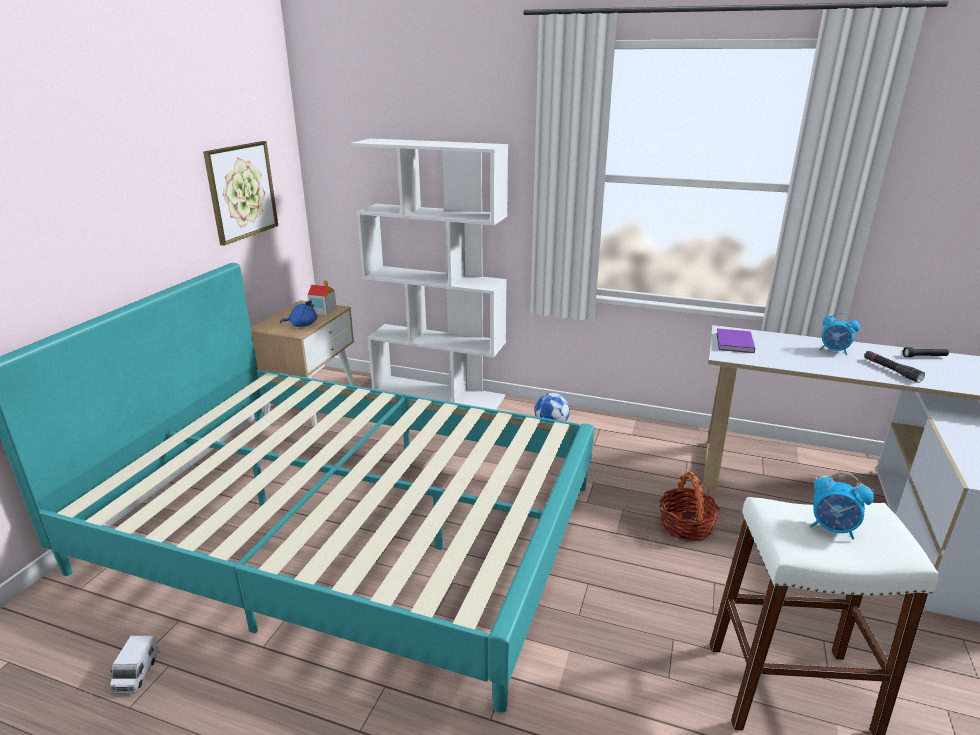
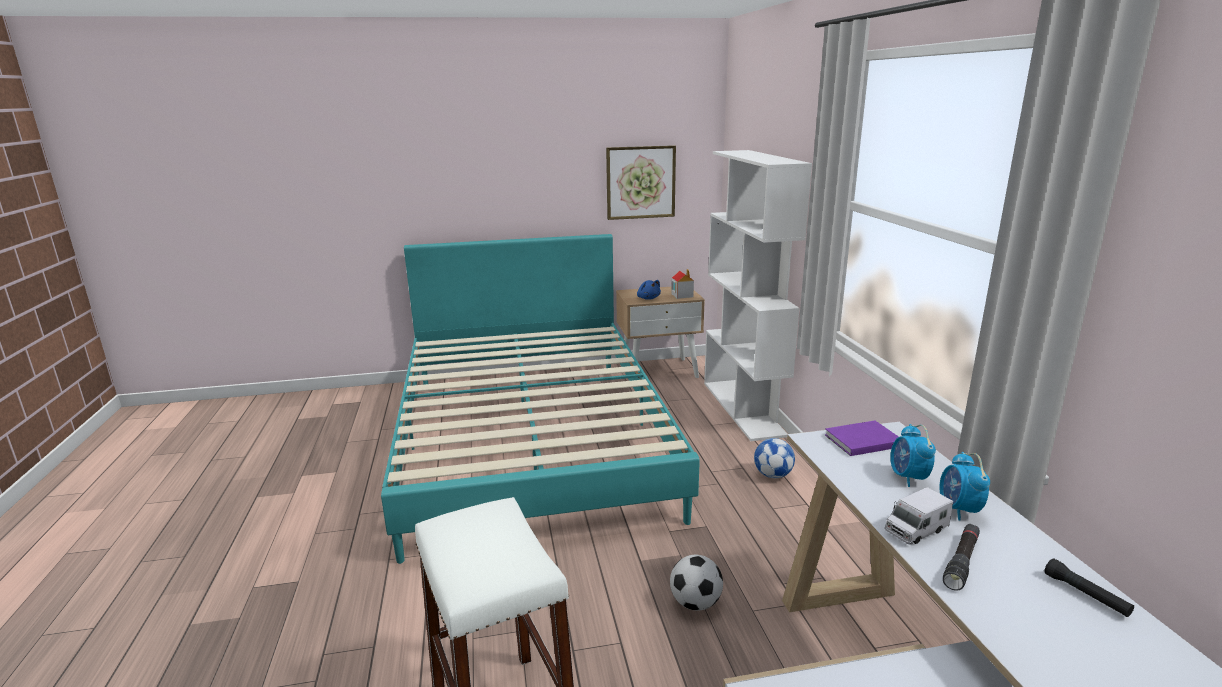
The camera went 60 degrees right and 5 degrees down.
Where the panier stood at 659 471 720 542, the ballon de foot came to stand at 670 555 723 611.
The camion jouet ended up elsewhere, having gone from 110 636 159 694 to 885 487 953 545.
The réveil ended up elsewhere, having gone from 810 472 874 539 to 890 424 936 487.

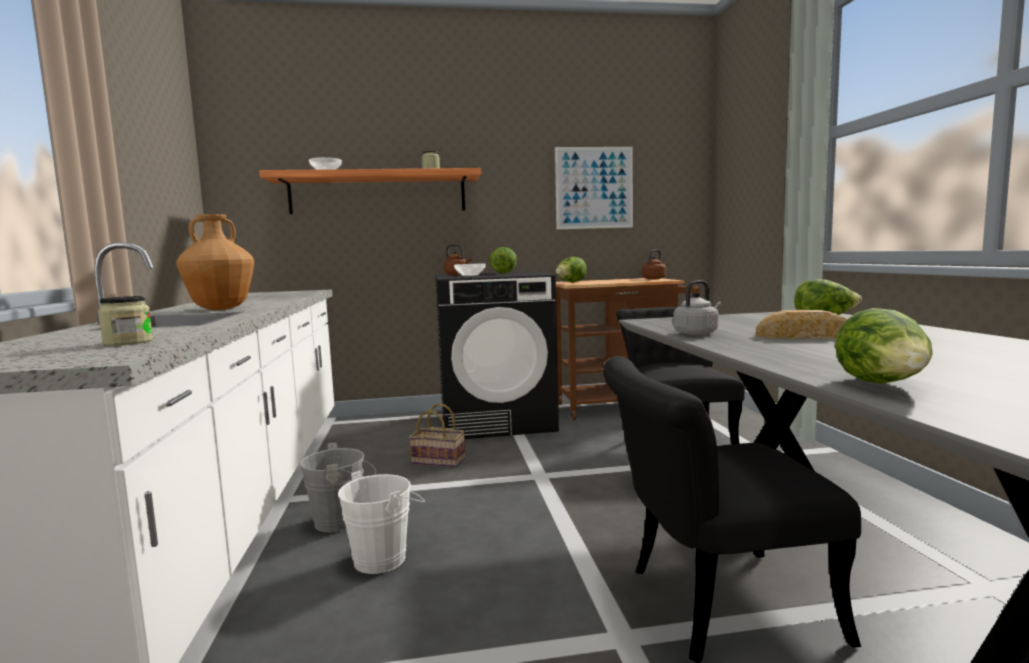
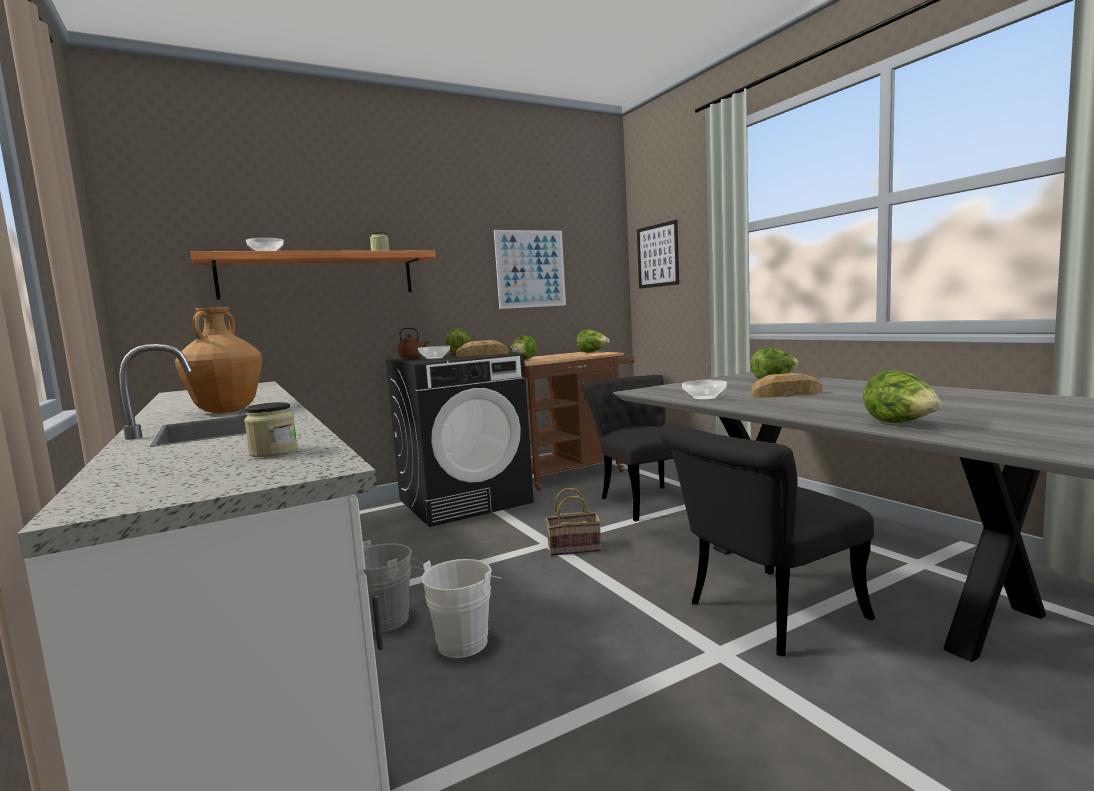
The camera went 20 degrees left and 0 degrees up.
The second view gained the pain at 456 340 508 357.
The panier ended up elsewhere, having gone from 409 403 465 467 to 546 488 601 556.
Where the bouilloire [marron] stood at 642 250 668 279, the laitue came to stand at 577 329 610 353.
The second view gained the tableau at 637 220 679 289.
Where the bouilloire [gris] stood at 673 280 721 335, the bol came to stand at 682 380 727 400.

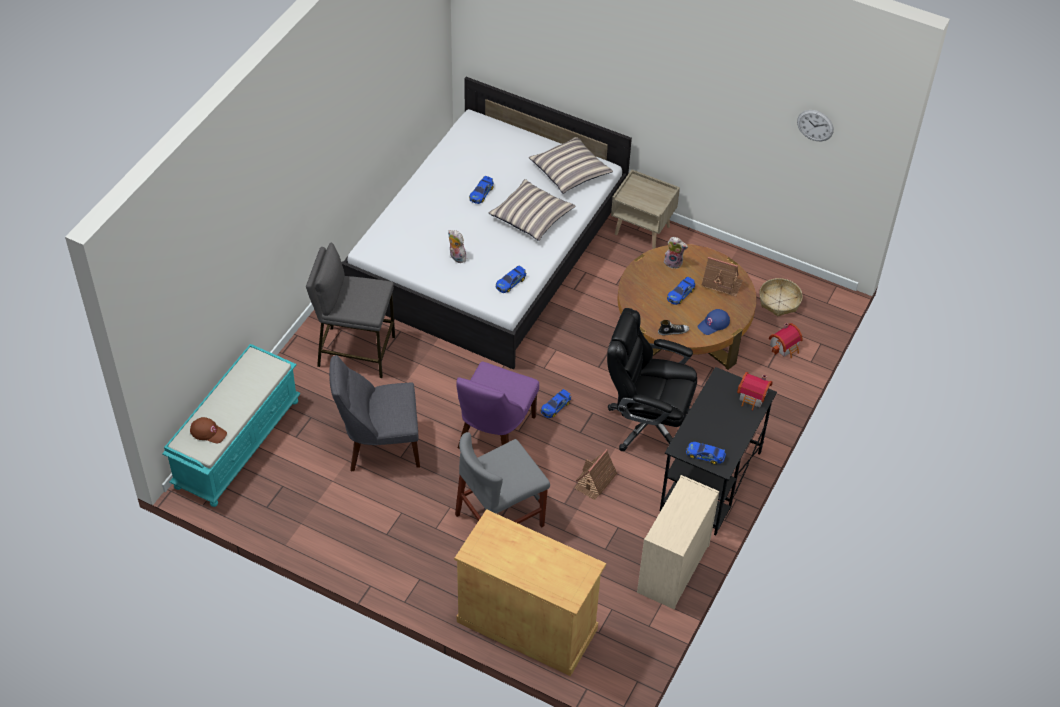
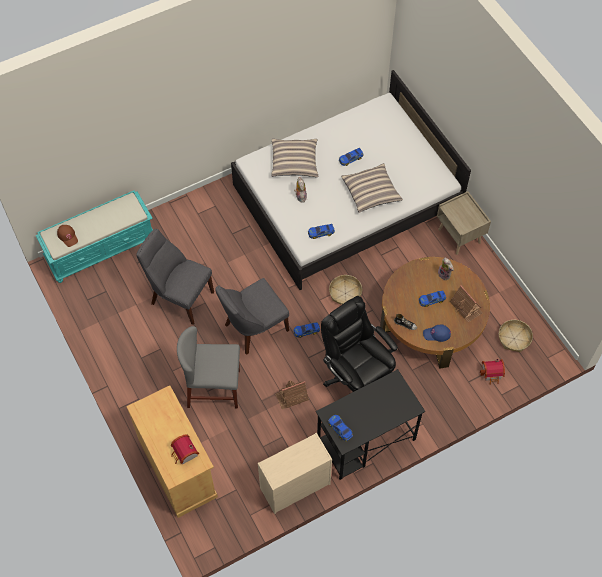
The camera went 35 degrees right and 10 degrees up.
The maison miniature ended up elsewhere, having gone from 737 372 772 410 to 171 434 199 465.
What was the chaise [violet] at 456 362 539 449 turned into the chaise [gris] at 215 278 289 355.
The coussin ended up elsewhere, having gone from 529 137 613 194 to 271 138 318 177.
The second view gained the panier at 329 275 362 305.
The second view lost the tabouret [gris] at 306 243 395 378.
The second view lost the horloge murale at 797 110 834 141.

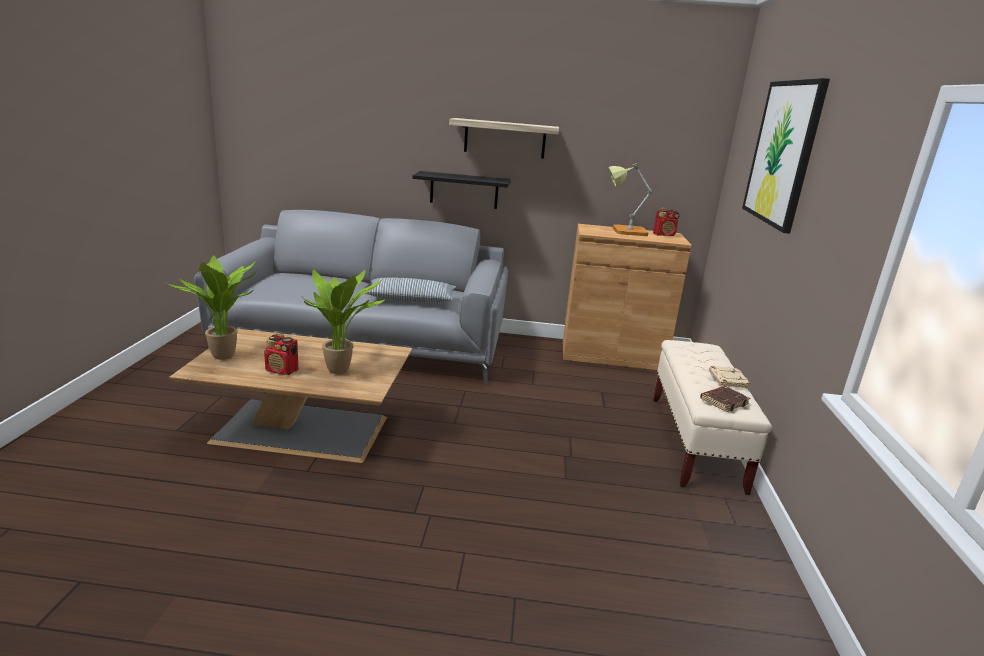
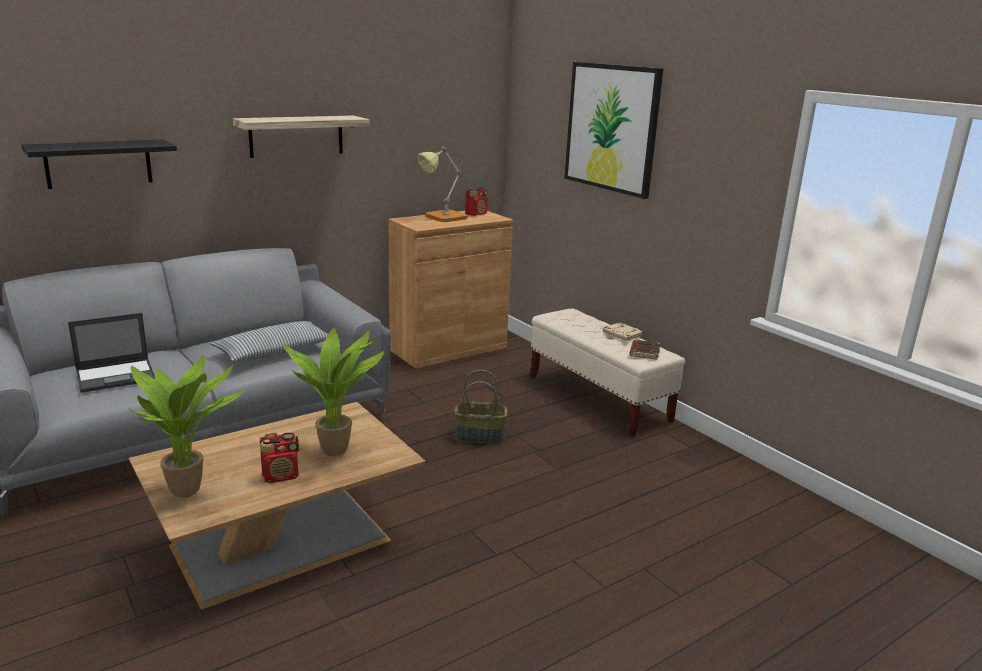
The camera went 40 degrees left and 0 degrees up.
The étagère [noir] ended up elsewhere, having gone from 412 171 511 209 to 21 139 177 189.
The second view gained the ordinateur portable at 68 313 155 393.
The second view gained the panier at 454 370 508 444.

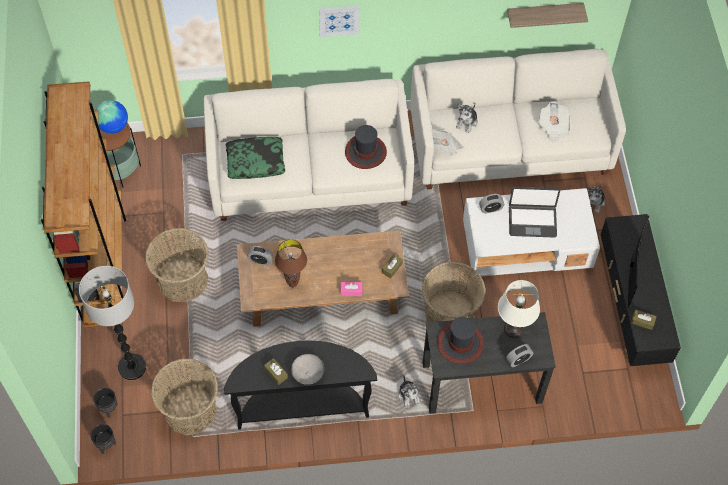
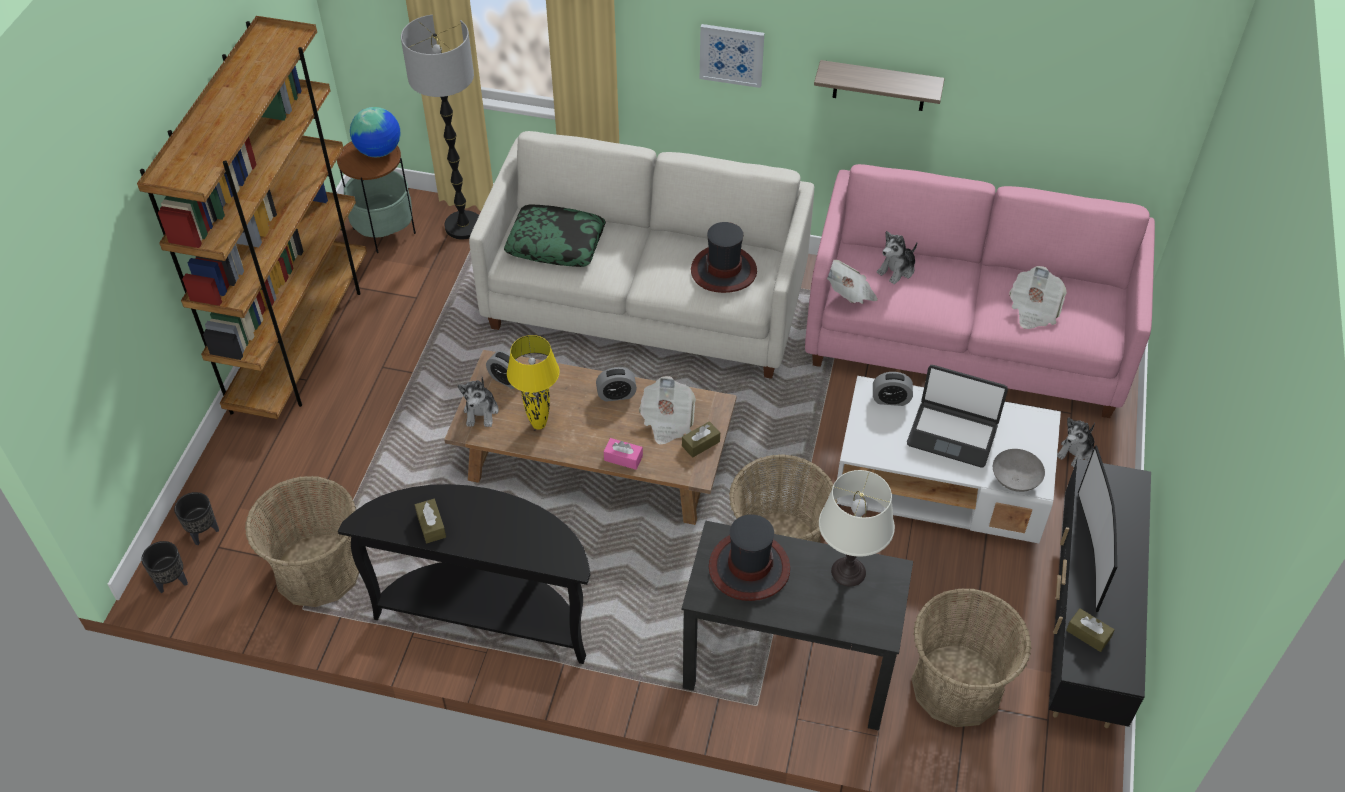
The camera went 20 degrees right and 10 degrees down.
The lampadaire ended up elsewhere, having gone from 79 266 146 380 to 401 15 479 240.
The peluche ended up elsewhere, having gone from 398 375 421 408 to 457 377 499 427.
What was the lampe de table [marron] at 275 239 307 288 turned into the lampe de table [jaune] at 507 335 560 430.
The réveil ended up elsewhere, having gone from 506 344 533 367 to 596 367 637 402.
The second view gained the journal at 639 376 696 445.
What was the canapé [blanc] at 410 49 626 189 turned into the canapé [rose] at 805 164 1155 418.
The étagère ended up elsewhere, having gone from 507 3 588 28 to 814 60 945 111.
The panier ended up elsewhere, having gone from 145 228 209 302 to 911 588 1031 727.
The bol [gris] ended up elsewhere, having gone from 291 354 324 385 to 993 449 1045 492.
The téléviseur at 628 216 649 308 ended up facing another way, 150 degrees clockwise from before.

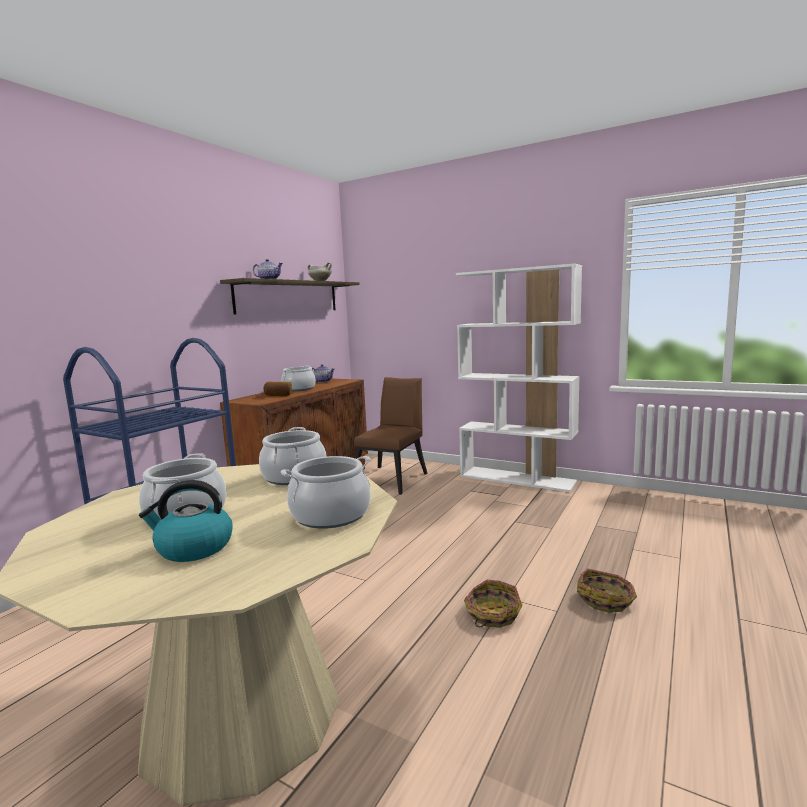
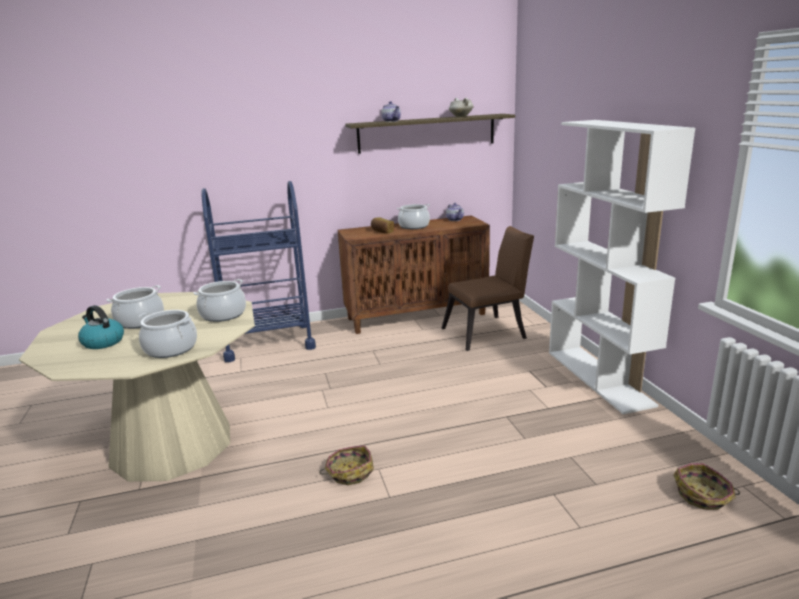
The camera went 45 degrees right and 10 degrees up.
The panier ended up elsewhere, having gone from 577 568 637 613 to 673 463 740 510.

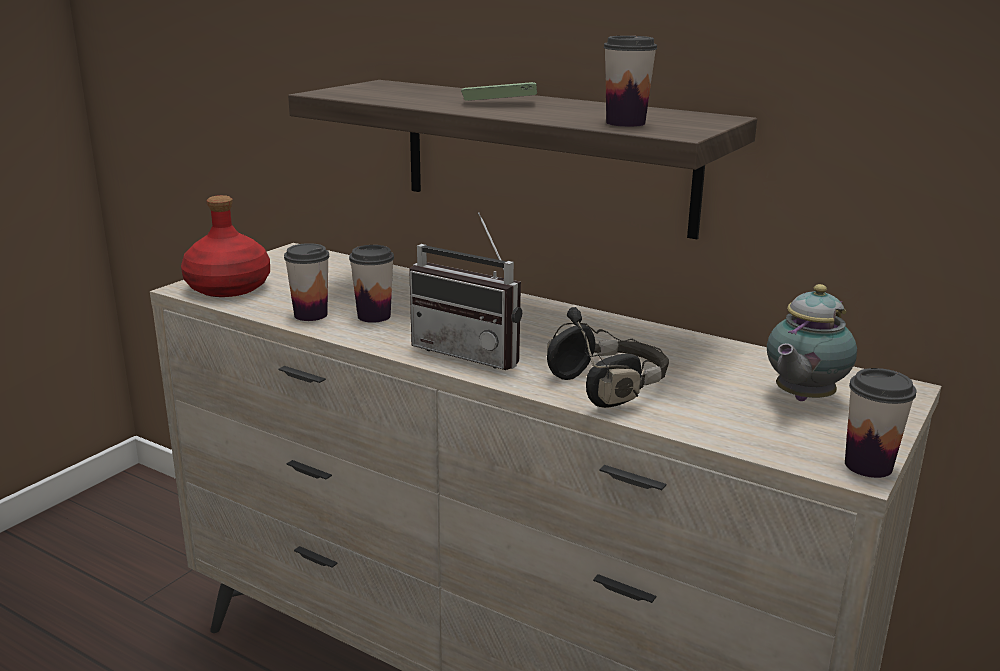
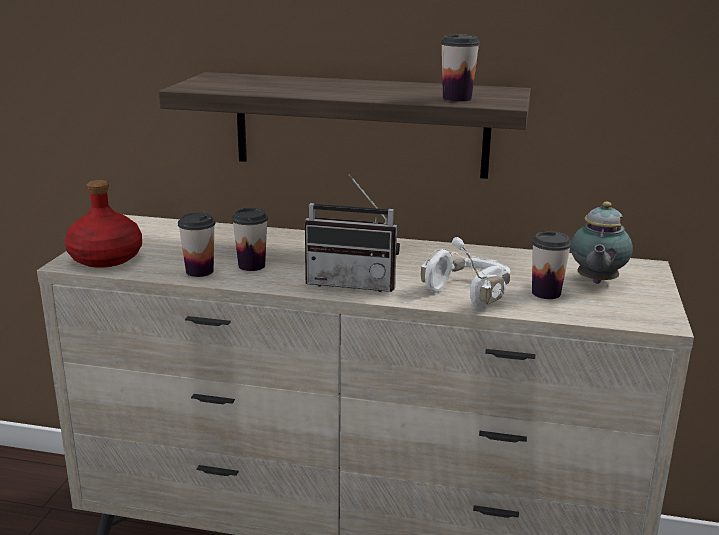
The camera went 20 degrees left and 0 degrees up.
What was the casque audio [noir] at 547 307 669 408 turned into the casque audio [blanc] at 421 237 510 308.
The tasse ended up elsewhere, having gone from 845 368 916 478 to 532 231 572 299.
The second view lost the téléphone at 461 82 537 101.

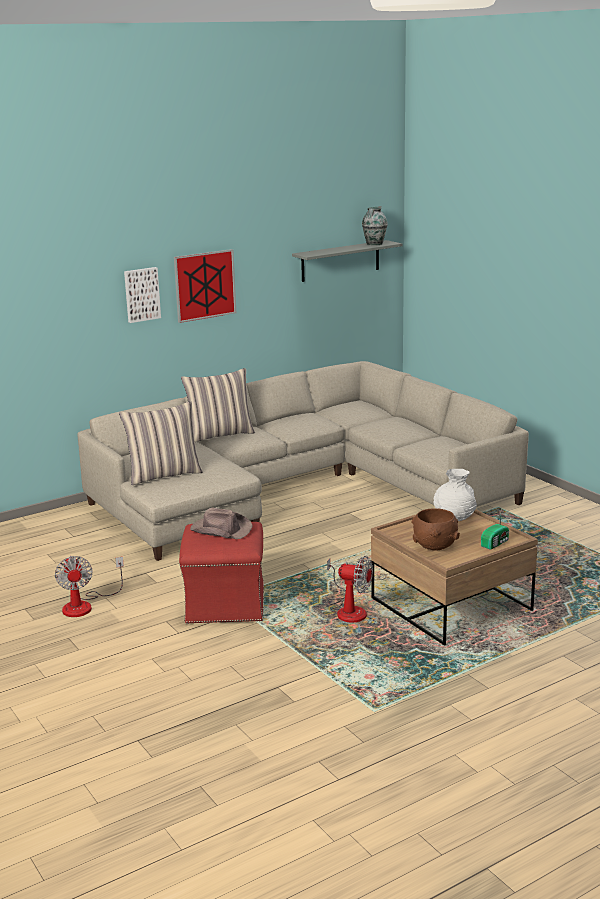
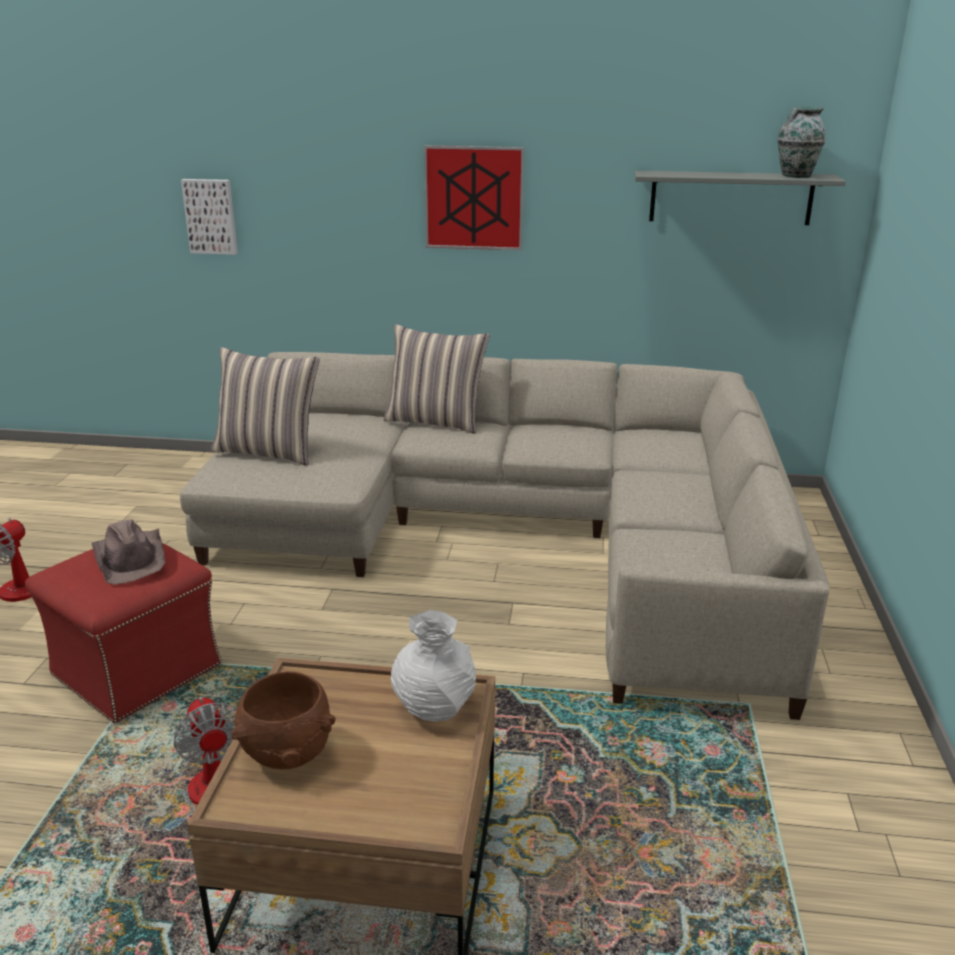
The camera went 40 degrees right and 5 degrees up.
The tableau ended up elsewhere, having gone from 124 267 161 323 to 181 179 238 255.
The second view lost the radio at 481 508 509 550.

